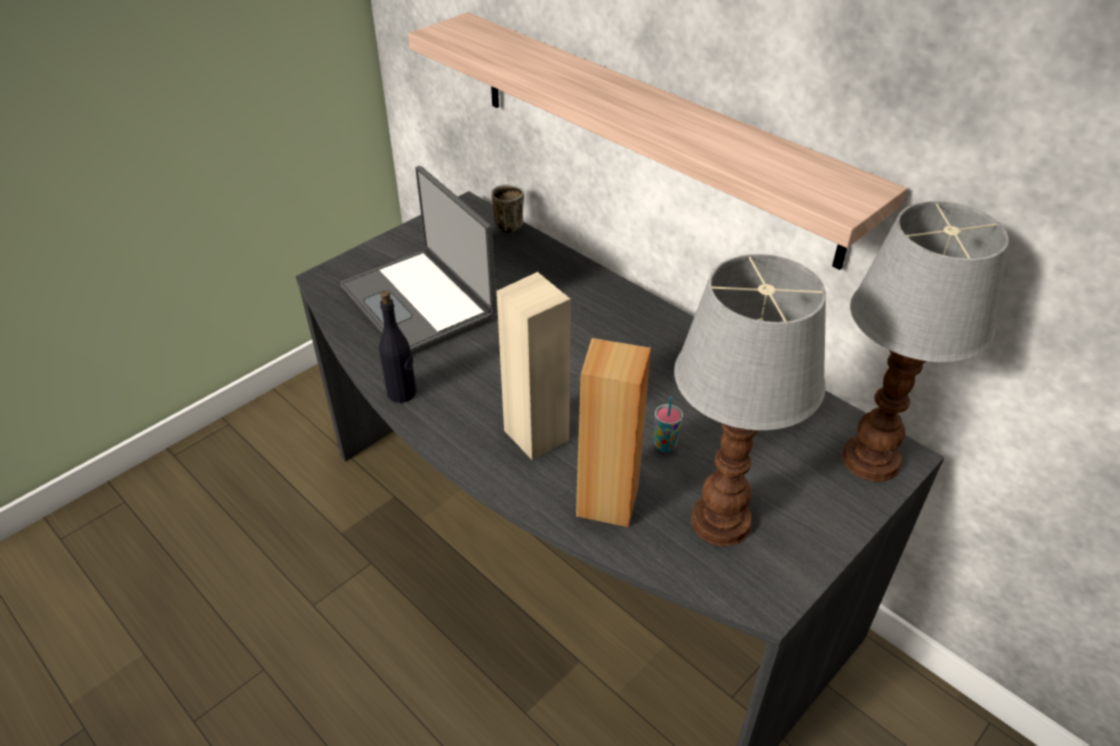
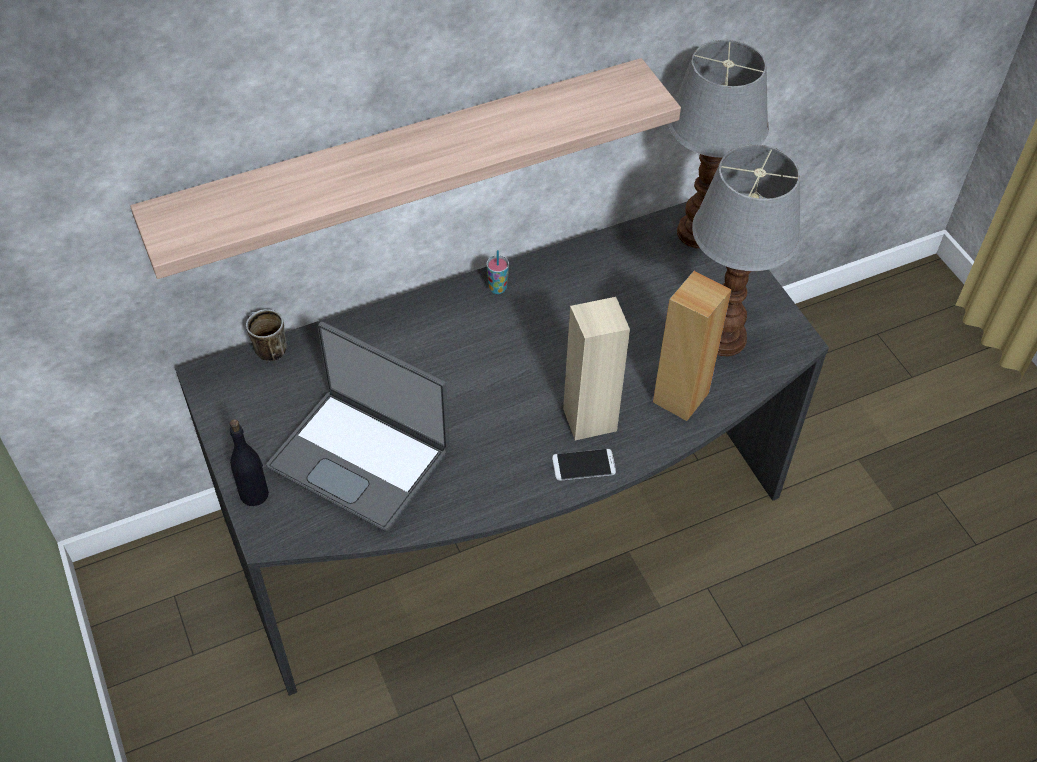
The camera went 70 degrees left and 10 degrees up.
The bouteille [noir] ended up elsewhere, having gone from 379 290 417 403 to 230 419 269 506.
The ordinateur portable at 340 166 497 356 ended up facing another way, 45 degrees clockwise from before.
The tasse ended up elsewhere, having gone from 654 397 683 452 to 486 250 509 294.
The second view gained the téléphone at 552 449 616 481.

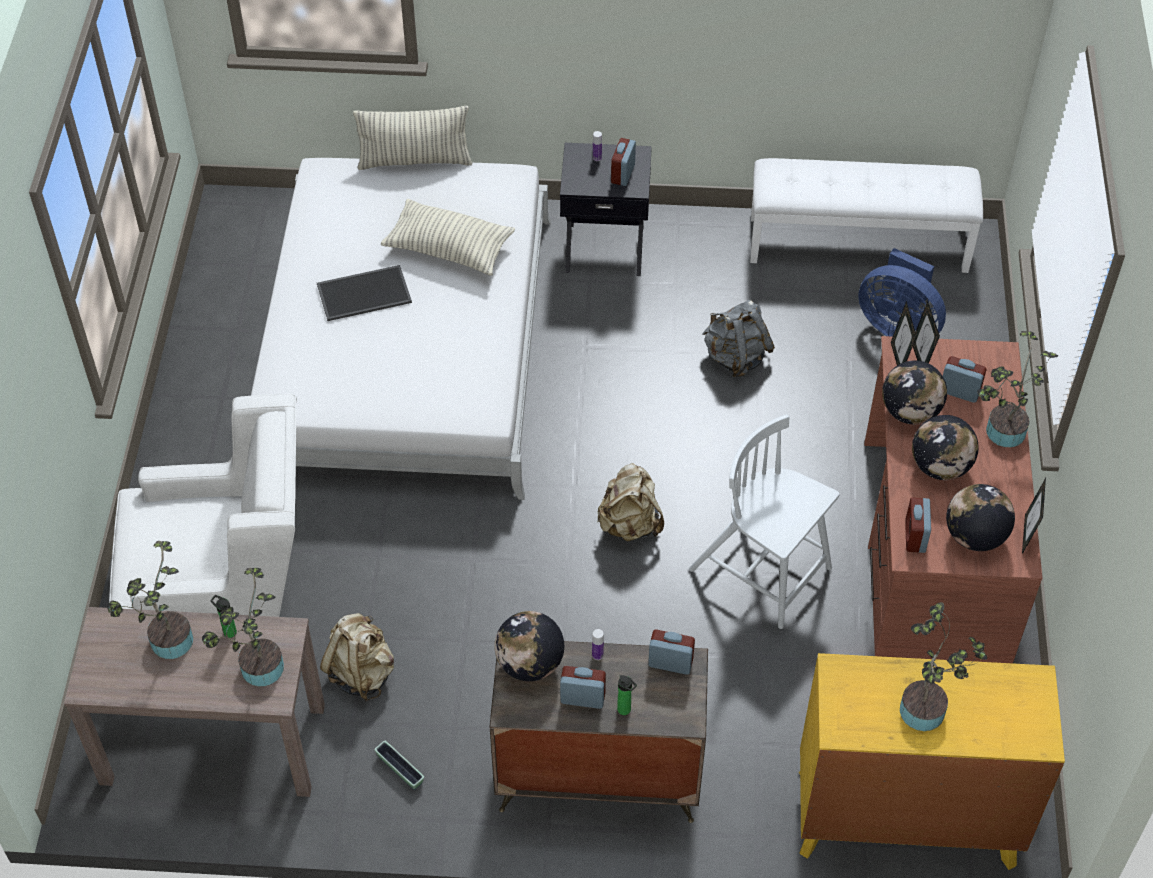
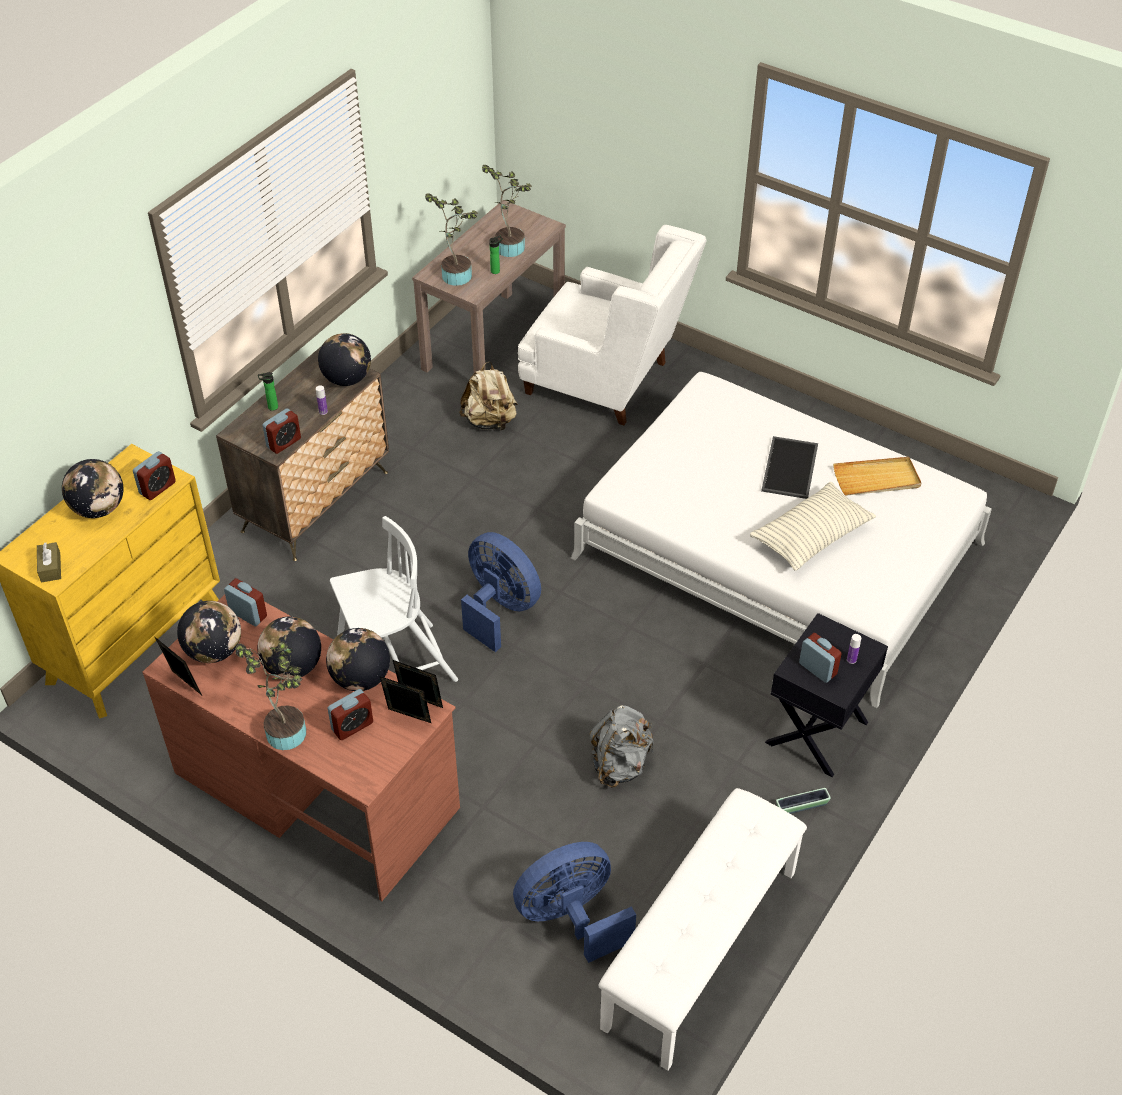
The camera went 120 degrees right and 5 degrees down.
The second view gained the boîte à mouchoirs [marron] at 37 542 61 582.
Where the plante en pot stood at 900 602 987 731, the globe came to stand at 62 459 123 518.
The réveil ended up elsewhere, having gone from 560 666 606 709 to 133 451 176 500.
Where the sac à dos [beige] stood at 598 463 664 541, the ventilateur [bleu] came to stand at 461 532 541 652.
The fauteuil [blanc] at 109 394 297 617 ended up facing another way, 90 degrees counterclockwise from before.
The cache-pot ended up elsewhere, having gone from 374 741 424 790 to 776 788 831 814.
The second view gained the plateau [beige] at 833 457 921 496.
The second view lost the coussin at 353 106 473 170.

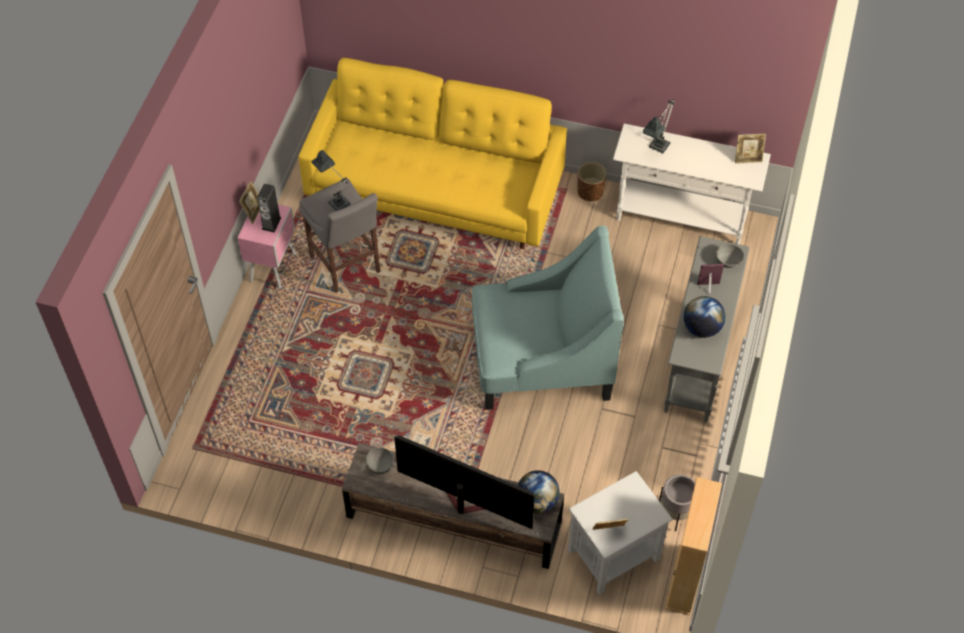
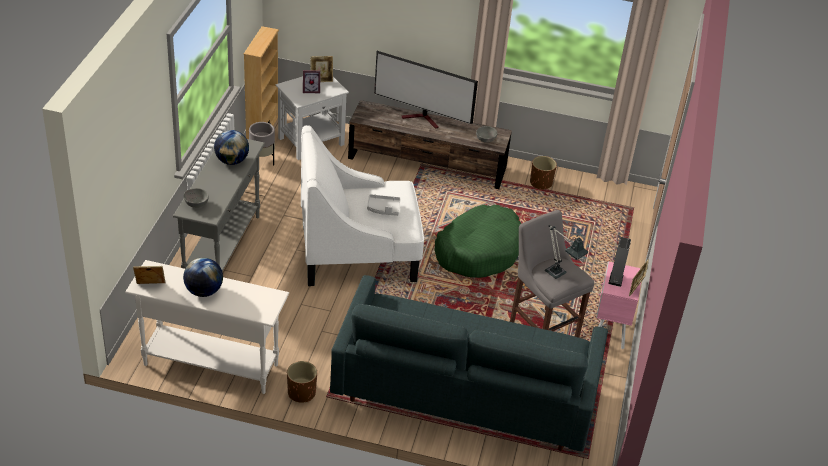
The camera went 175 degrees right and 15 degrees down.
The globe ended up elsewhere, having gone from 517 470 560 514 to 183 258 223 297.
What was the fauteuil [turquoise] at 472 226 624 410 turned into the fauteuil [blanc] at 301 125 424 286.
The cadre photo ended up elsewhere, having gone from 697 264 724 294 to 303 70 321 93.
What was the canapé [jaune] at 299 58 567 249 turned into the canapé [gris] at 330 275 608 452.
The second view gained the plateau [gris] at 367 194 401 216.
The second view gained the panier pour chien [vert] at 435 205 522 278.
The second view gained the cache-pot [marron] at 530 156 557 189.
The second view lost the lampe de table at 643 99 674 153.

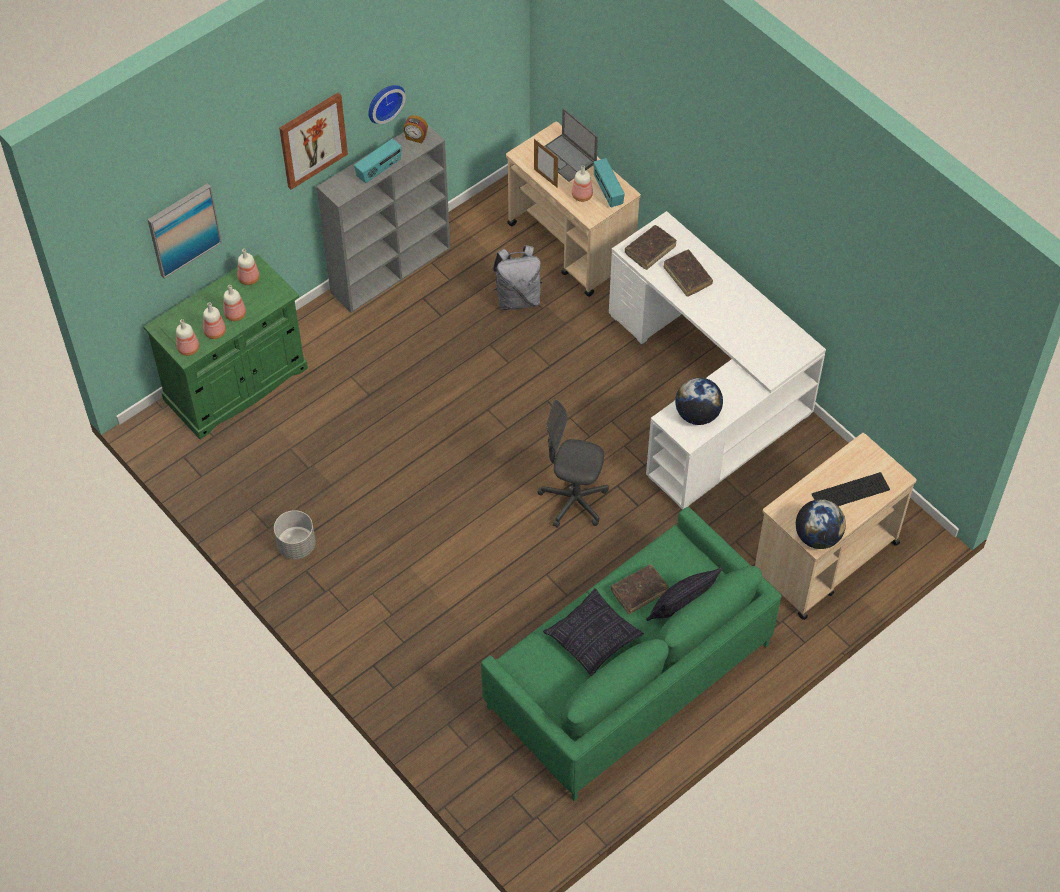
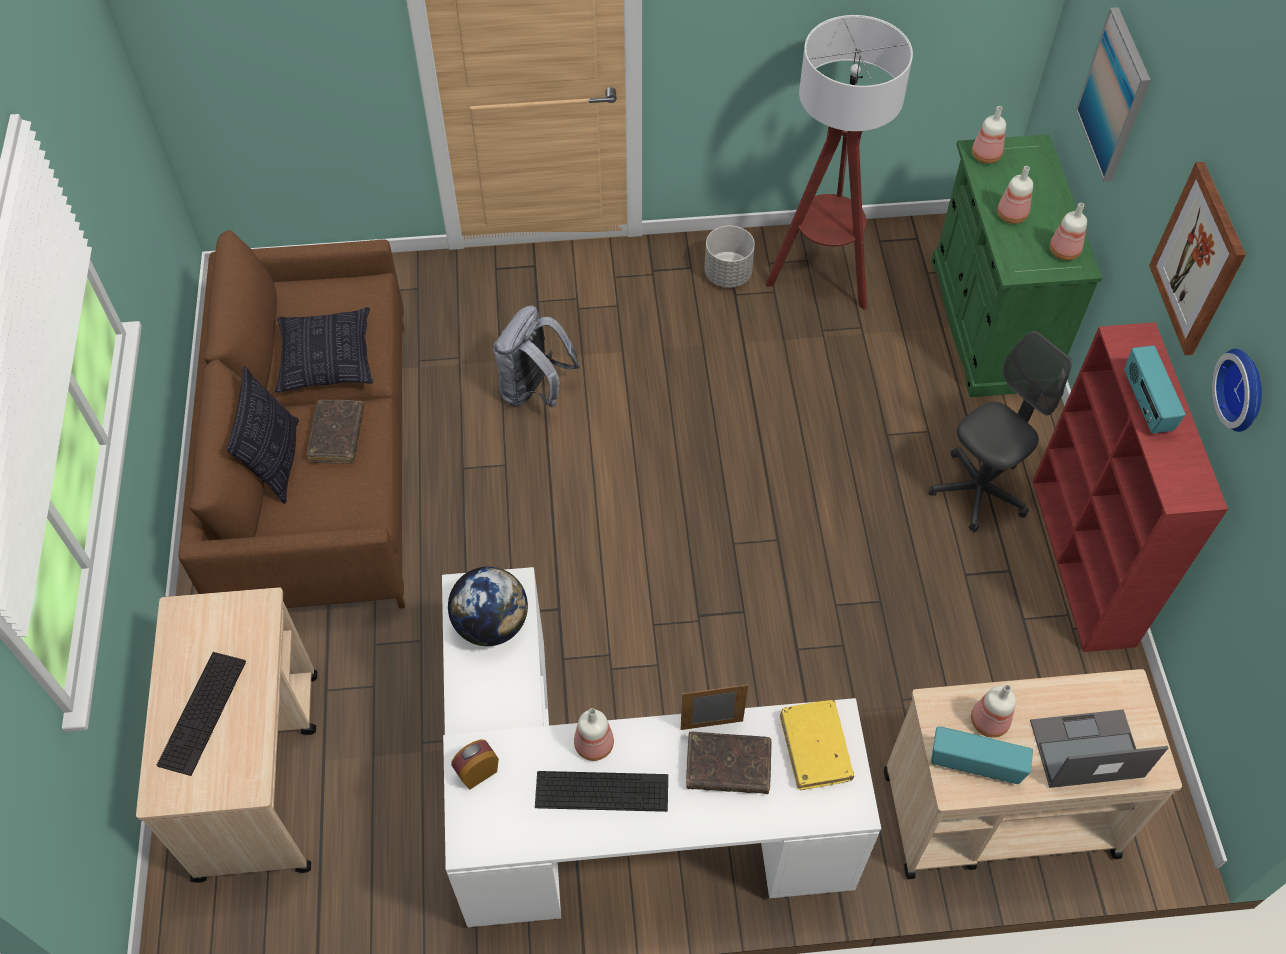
The camera went 125 degrees right and 0 degrees up.
What was the canapé [vert] at 481 507 782 801 turned into the canapé [marron] at 178 230 405 609.
The réveil ended up elsewhere, having gone from 403 115 428 143 to 451 740 499 789.
The sac à dos [gris] ended up elsewhere, having gone from 492 245 543 310 to 493 306 580 408.
The second view gained the clavier at 535 771 668 812.
The bouteille ended up elsewhere, having gone from 203 303 226 339 to 574 708 614 761.
The cadre photo ended up elsewhere, having gone from 534 139 558 188 to 680 685 748 730.
The second view gained the lampadaire at 766 15 913 310.
What was the livre [marron] at 625 225 677 270 turned into the livre [jaune] at 780 700 854 790.
The chaise de bureau [gris] ended up elsewhere, having gone from 538 400 609 528 to 929 331 1072 533.
What was the bibliothèque [gris] at 317 124 450 313 turned into the bibliothèque [rouge] at 1033 322 1228 652.
The second view lost the globe at 796 499 846 549.

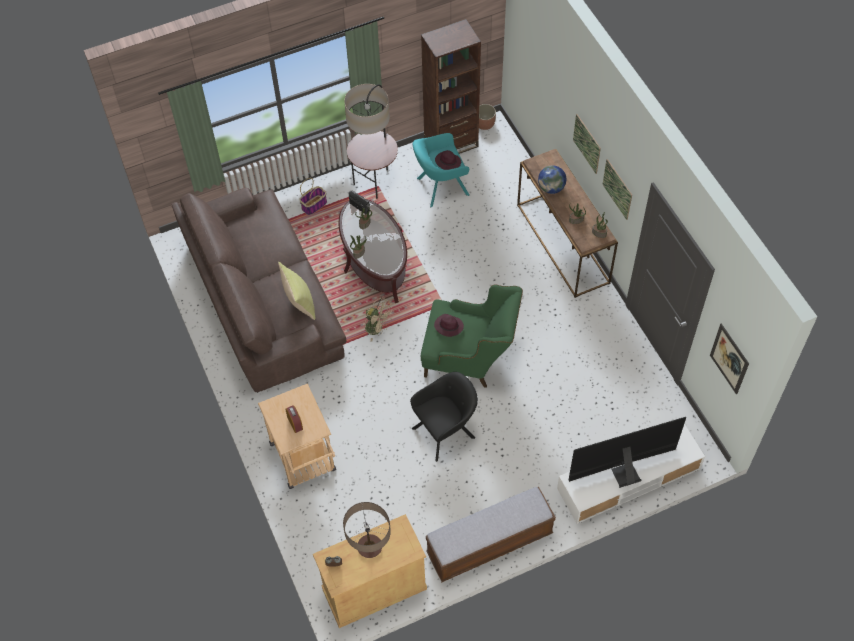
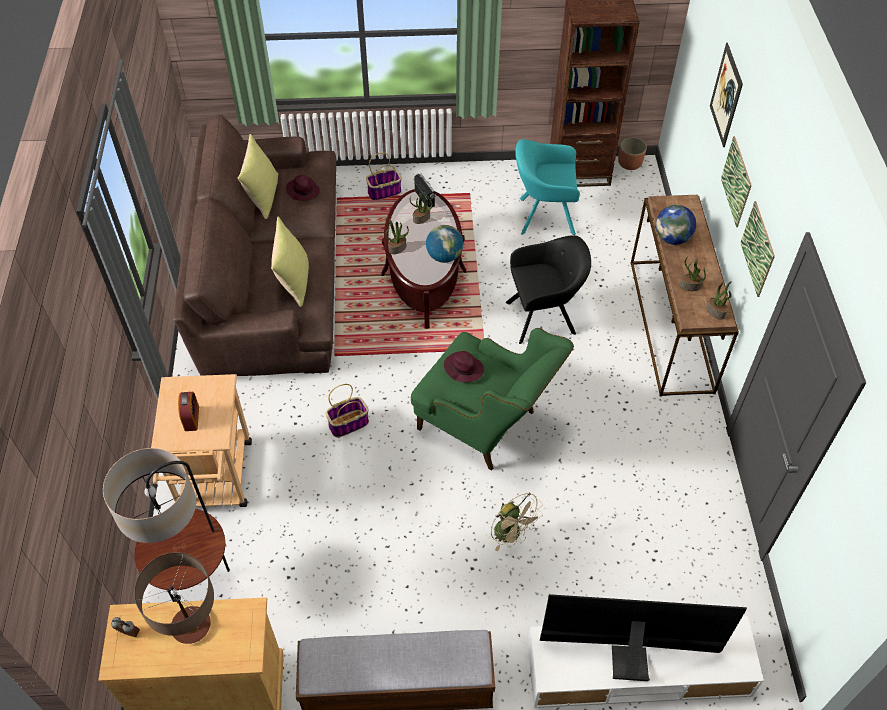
The camera went 20 degrees right and 5 degrees down.
The lampadaire ended up elsewhere, having gone from 344 84 398 199 to 103 448 230 602.
The second view gained the coussin [jaune] at 237 134 278 219.
The chapeau [violet] ended up elsewhere, having gone from 435 150 461 170 to 286 175 320 201.
The second view gained the panier at 326 384 369 437.
The second view gained the globe at 426 225 463 263.
The ventilateur [beige] ended up elsewhere, having gone from 365 297 393 342 to 491 493 543 551.
The fauteuil [noir] ended up elsewhere, having gone from 410 372 478 462 to 506 235 591 344.
The tableau ended up elsewhere, having gone from 710 323 749 394 to 710 43 743 147.

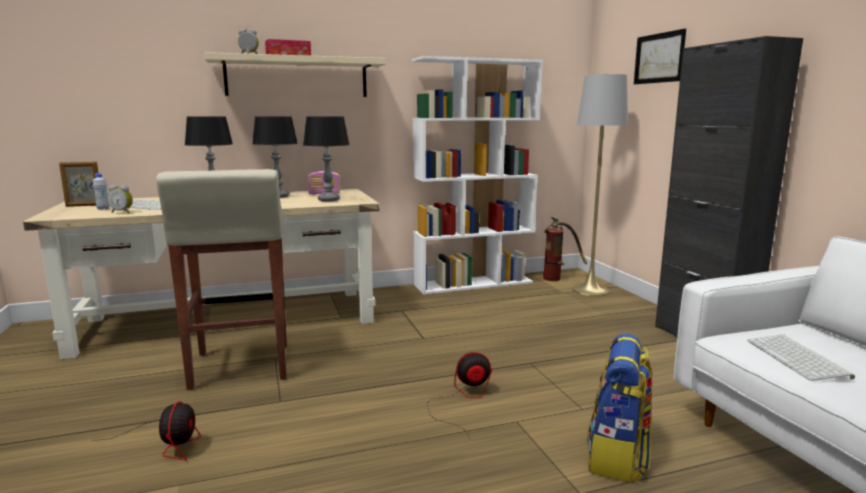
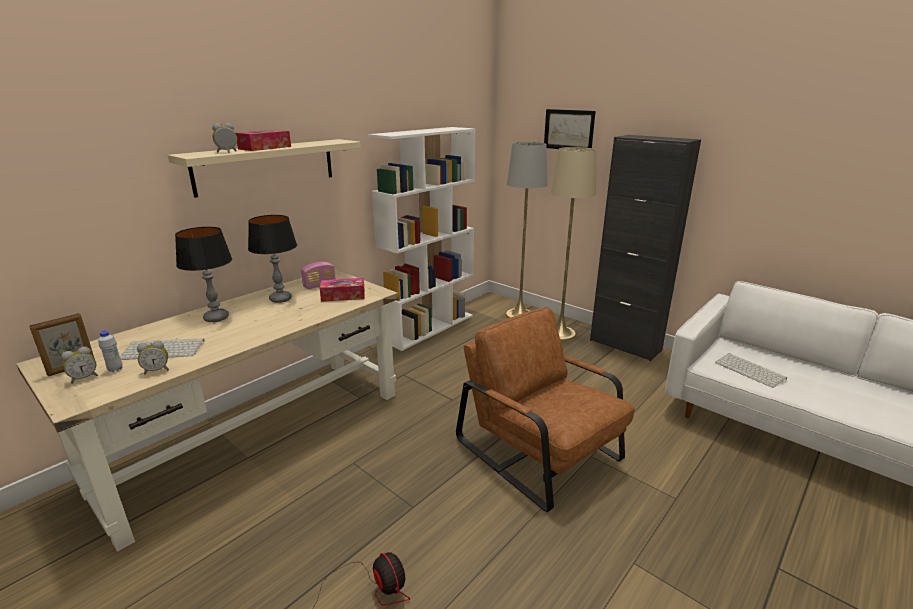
The camera went 30 degrees left and 10 degrees up.
The second view gained the réveil at 61 346 98 384.
Where the lampe de table stood at 303 117 350 201, the boîte à mouchoirs came to stand at 320 278 365 302.
Where the ventilateur stood at 427 352 492 439, the fauteuil [marron] came to stand at 456 307 635 512.
The second view gained the lampadaire [beige] at 551 147 596 341.
The second view lost the tabouret [beige] at 156 169 287 390.
The second view lost the extincteur at 543 217 587 281.
The second view lost the sac à dos at 586 333 653 483.

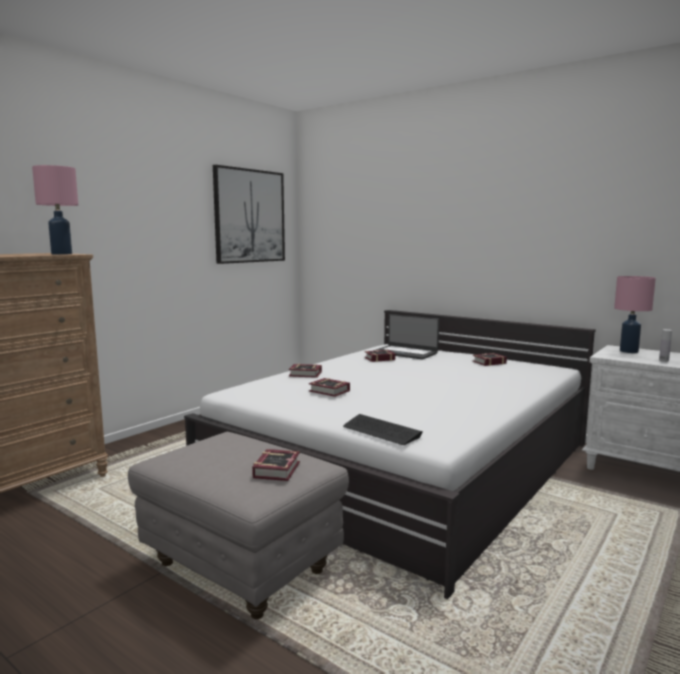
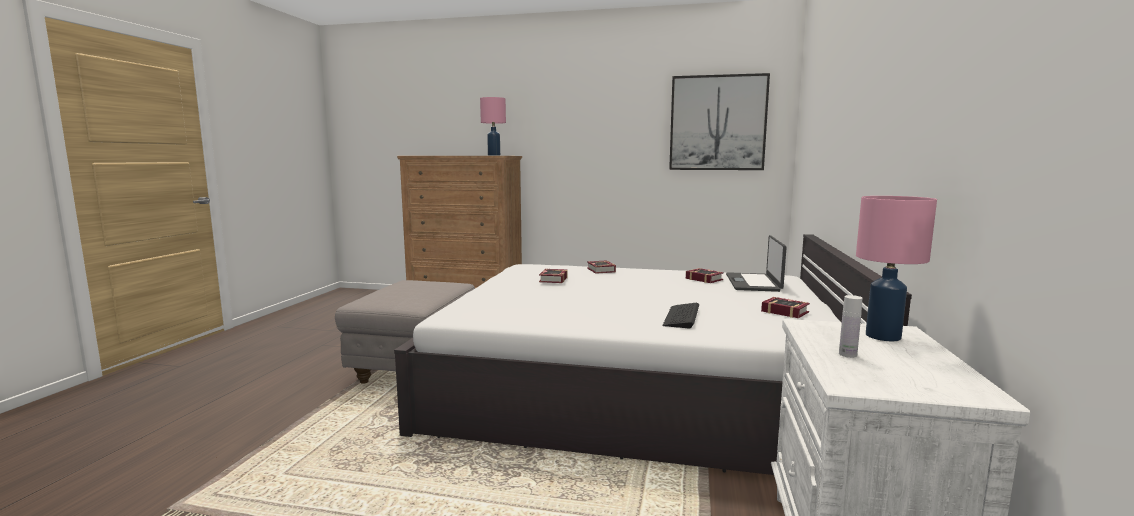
The camera went 65 degrees right and 0 degrees up.
The clavier ended up elsewhere, having gone from 343 414 422 445 to 662 303 699 328.
The second view lost the livre at 252 449 300 481.

